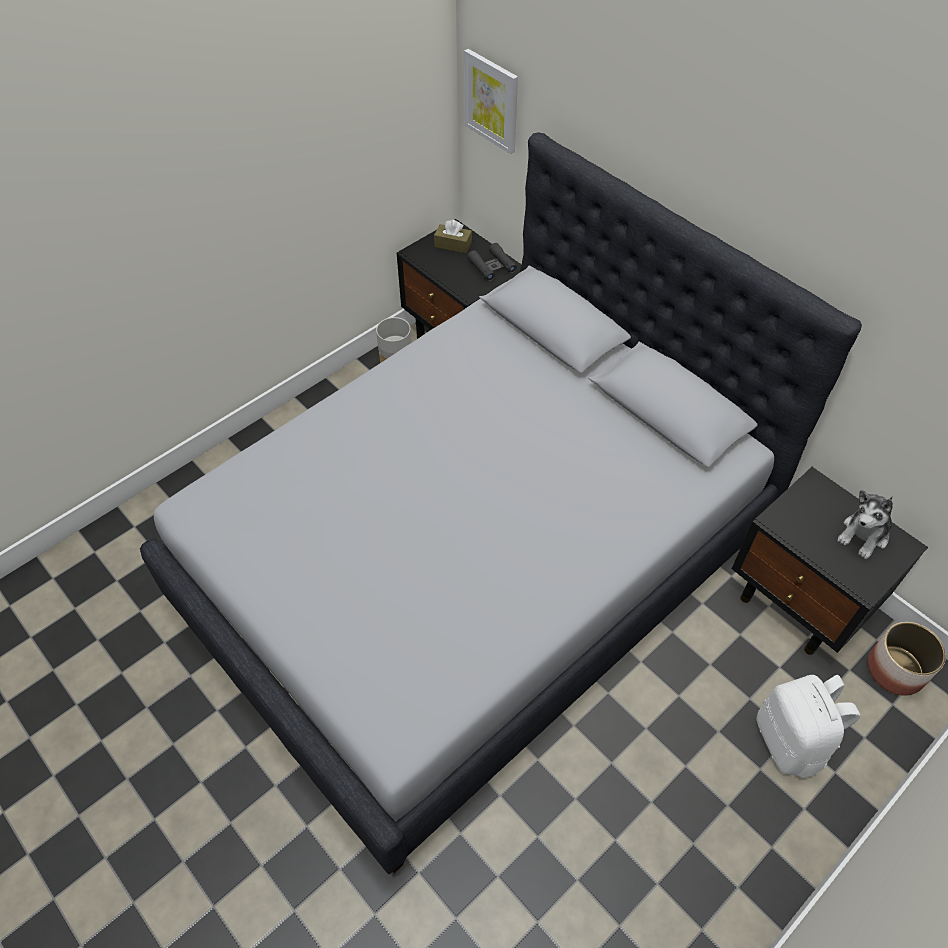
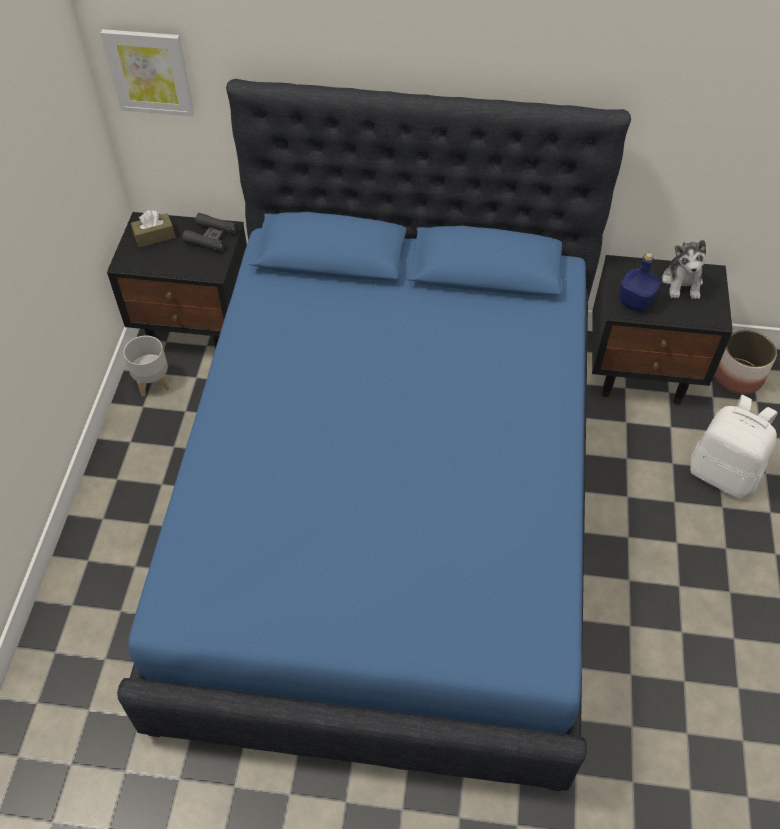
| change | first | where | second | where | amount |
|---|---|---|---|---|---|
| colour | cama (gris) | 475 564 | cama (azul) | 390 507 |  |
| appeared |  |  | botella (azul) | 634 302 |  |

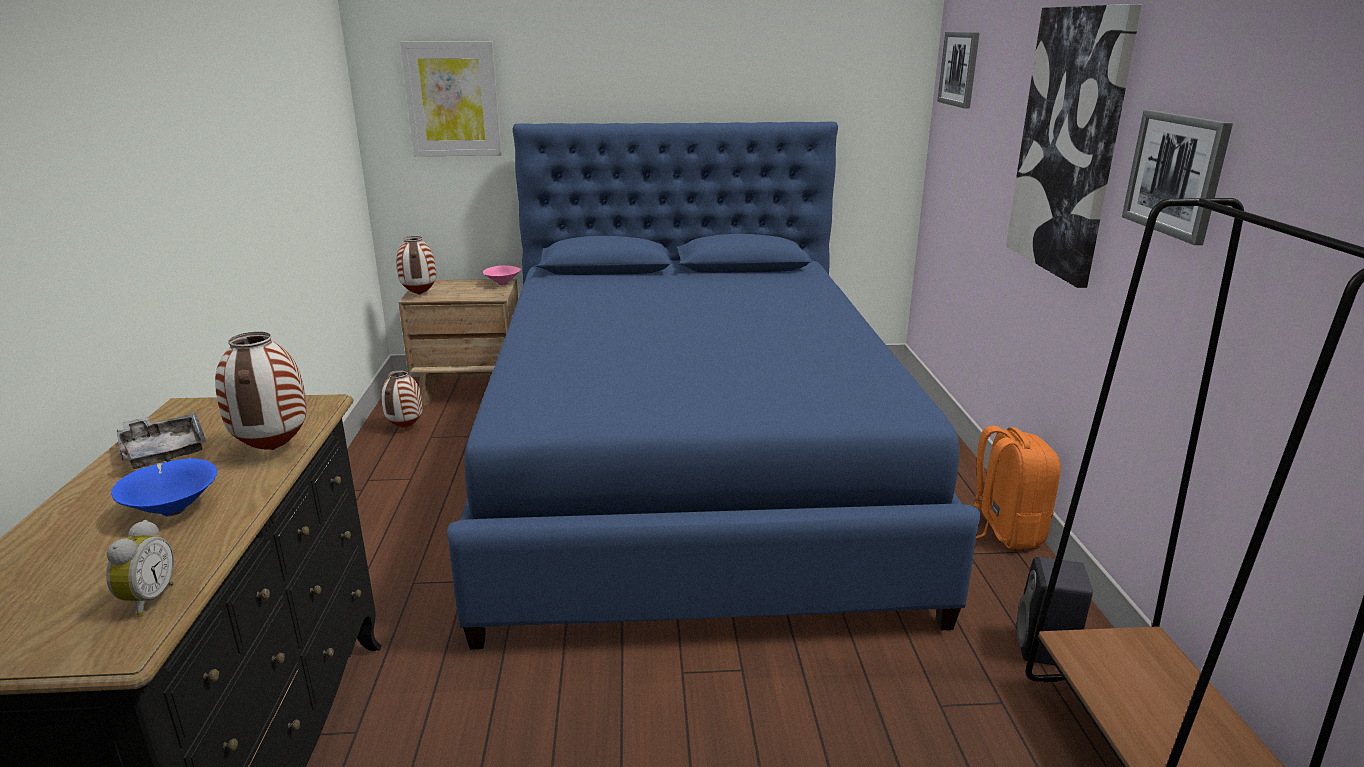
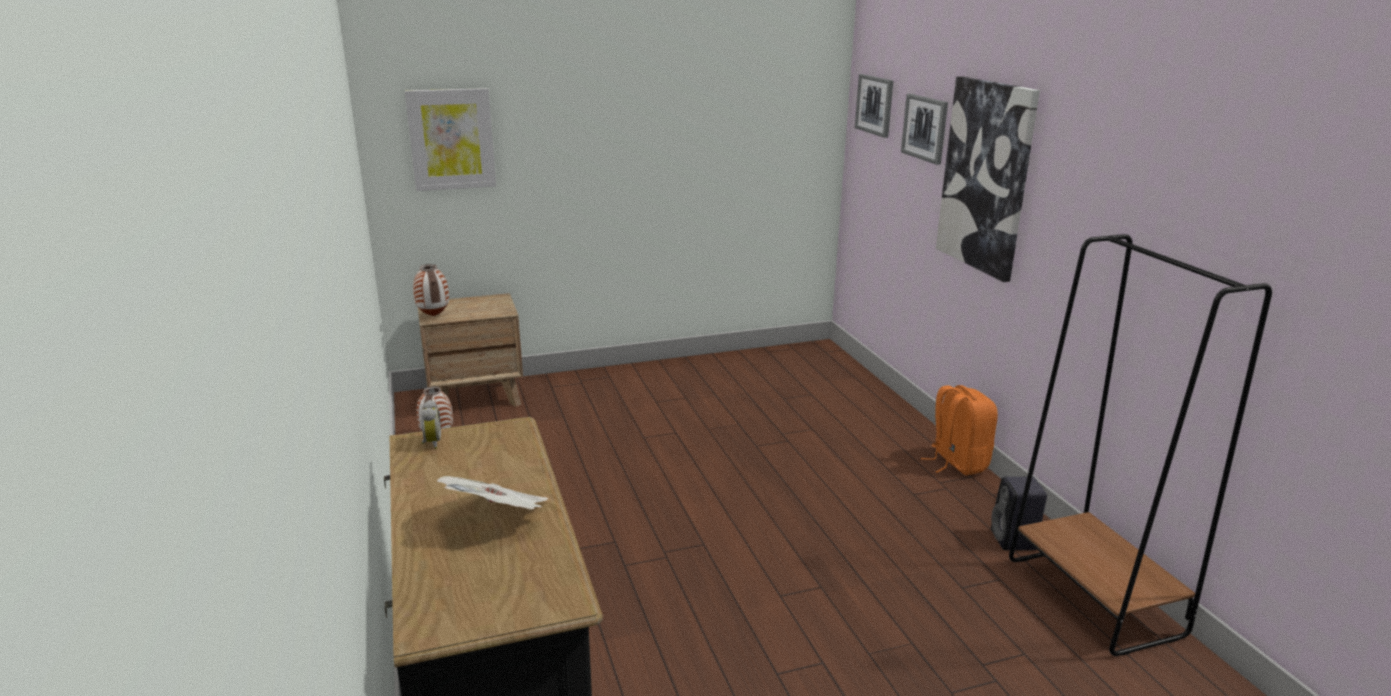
| change | first | where | second | where | amount |
|---|---|---|---|---|---|
| relocated | despertador | 147 600 |  | 431 443 |  |
| exchanged | cuenco (azul) | 173 509 | periódico | 498 516 |  |
| missing | bandeja (gris) | 164 451 |  |  |  |
| missing | florero | 274 450 |  |  |  |
| missing | cama (azul) | 691 469 |  |  |  |
| missing | cuenco (rosa) | 503 284 |  |  |  |
| relocated | cuadro | 1176 174 |  | 925 128 |  |

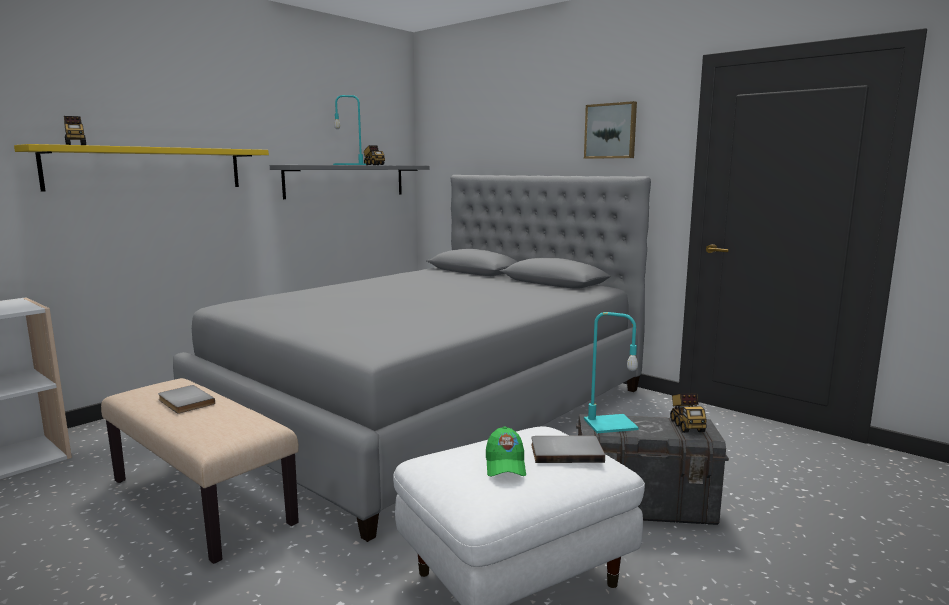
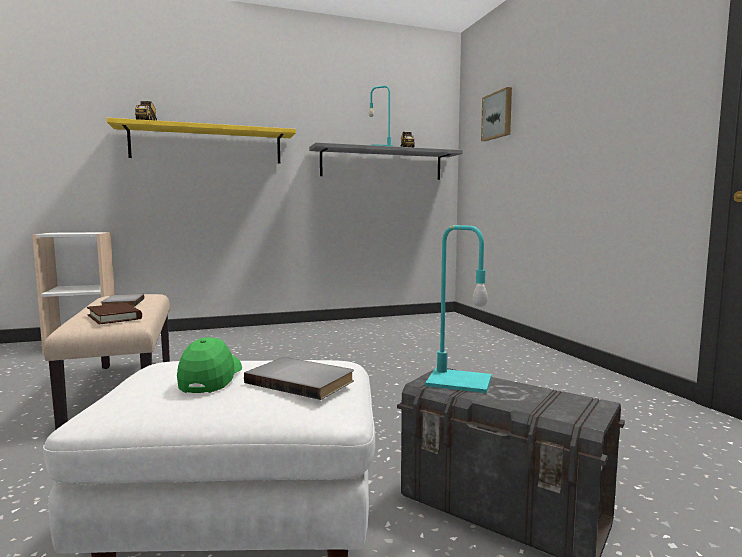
| change | first | where | second | where | amount |
|---|---|---|---|---|---|
| missing | cama (gris) | 431 409 |  |  |  |
| spun | gorra (verde) | 505 465 |  | 211 378 | 150 degrees clockwise |
| relocated | cuadro | 611 131 |  | 498 115 |  |
| missing | camión de juguete | 686 426 |  |  |  |
| appeared |  |  | libro (marrón) | 114 317 |  |

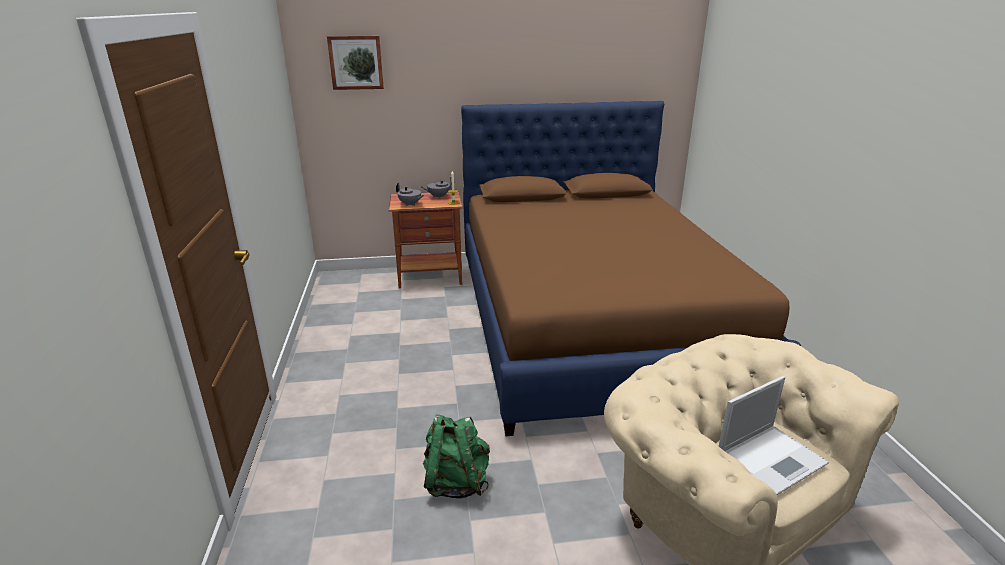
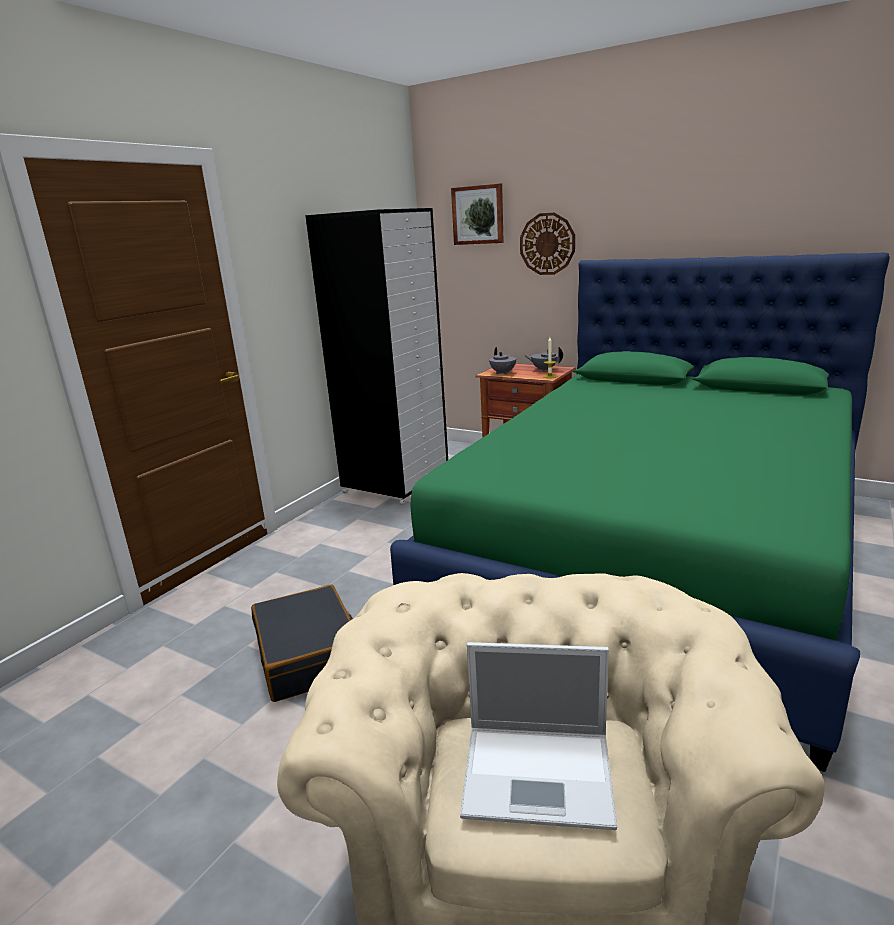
| change | first | where | second | where | amount |
|---|---|---|---|---|---|
| exchanged | mochila (verde) | 456 482 | maleta (negro) | 309 655 |  |
| colour | cama (marrón) | 590 322 | cama (verde) | 656 555 |  |
| appeared |  |  | armario ropero | 396 484 |  |
| appeared |  |  | reloj de pared | 547 244 |  |

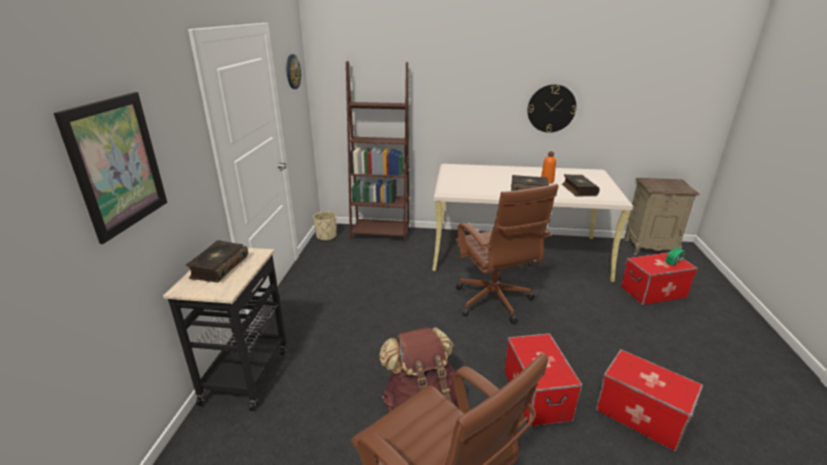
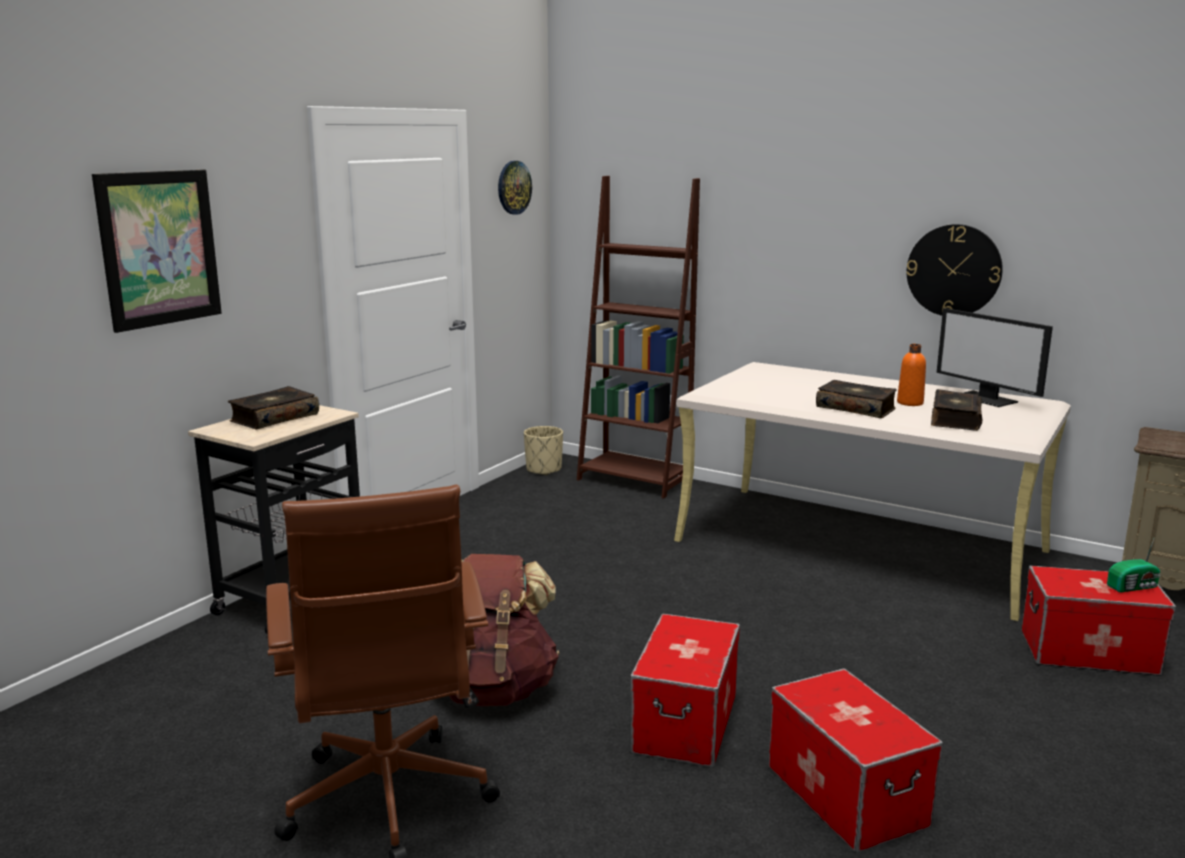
| change | first | where | second | where | amount |
|---|---|---|---|---|---|
| missing | silla de oficina (marrón) | 495 303 |  |  |  |
| appeared |  |  | monitor | 987 399 |  |

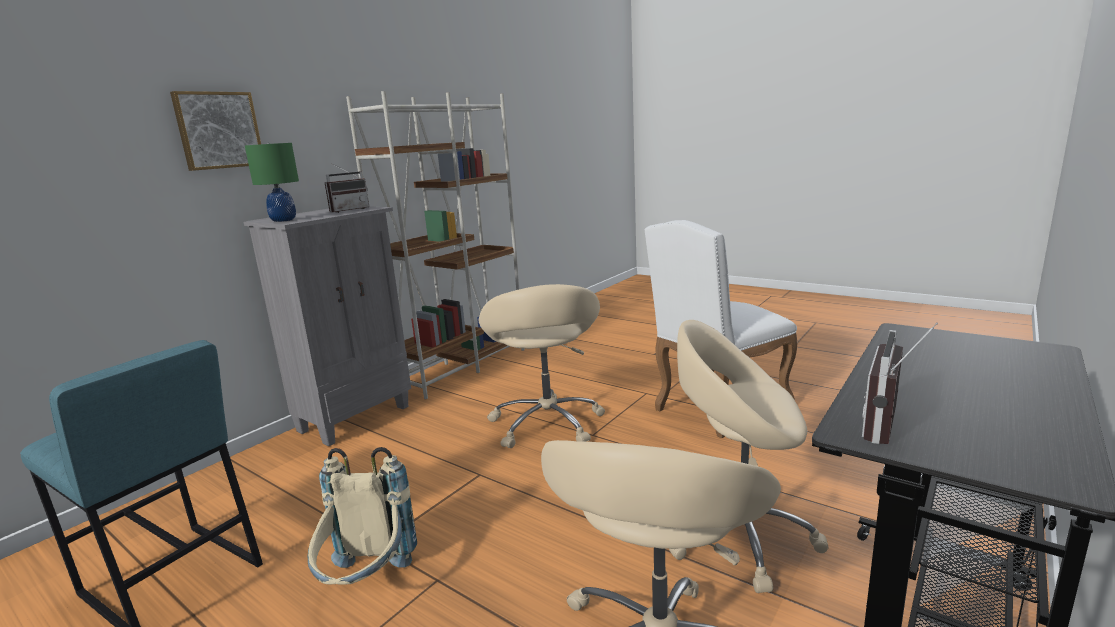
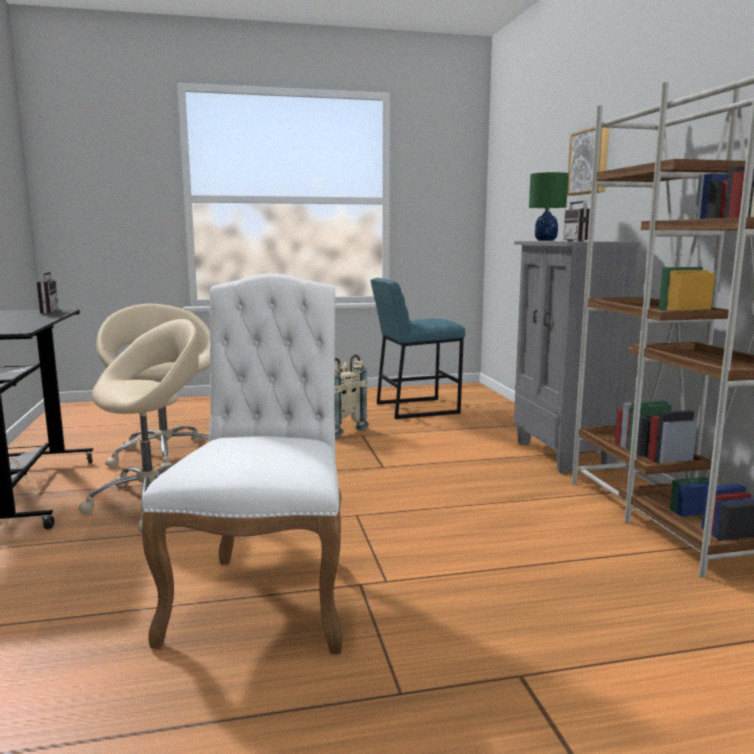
| change | first | where | second | where | amount |
|---|---|---|---|---|---|
| missing | silla de oficina (beis) | 547 425 |  |  |  |

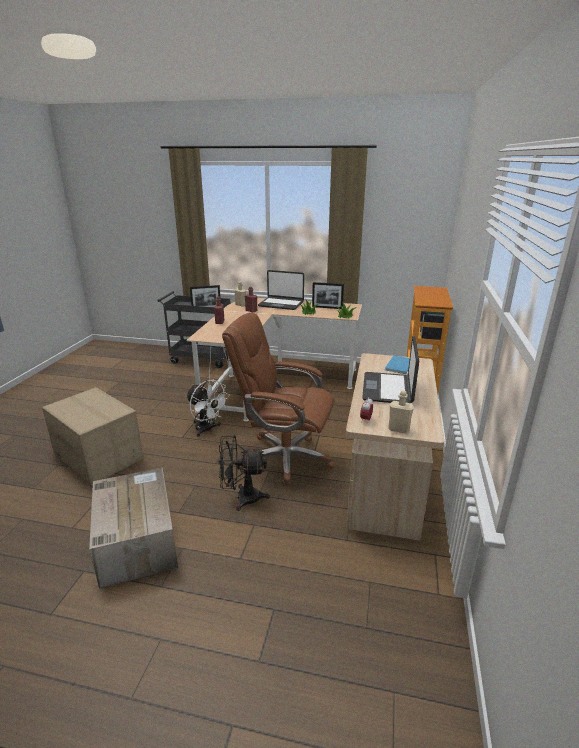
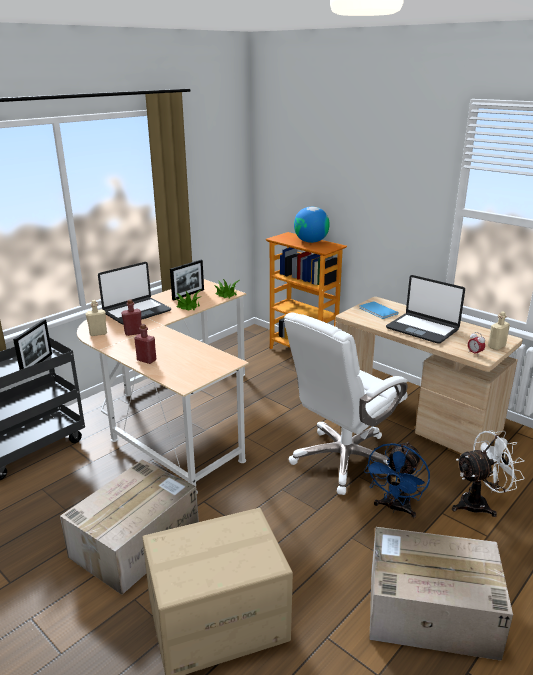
| change | first | where | second | where | amount |
|---|---|---|---|---|---|
| relocated | ventilador (blanco) | 207 429 |  | 479 503 |  |
| colour | ventilador (negro) | 242 498 | ventilador (azul) | 395 508 |  |
| colour | silla de oficina (marrón) | 284 458 | silla de oficina (blanco) | 343 459 |  |
| appeared |  |  | caja de cartón | 136 540 |  |
| appeared |  |  | globo terráqueo | 311 241 |  |

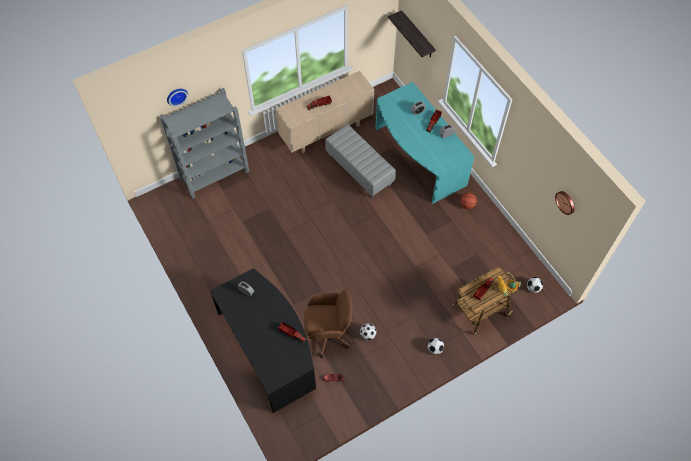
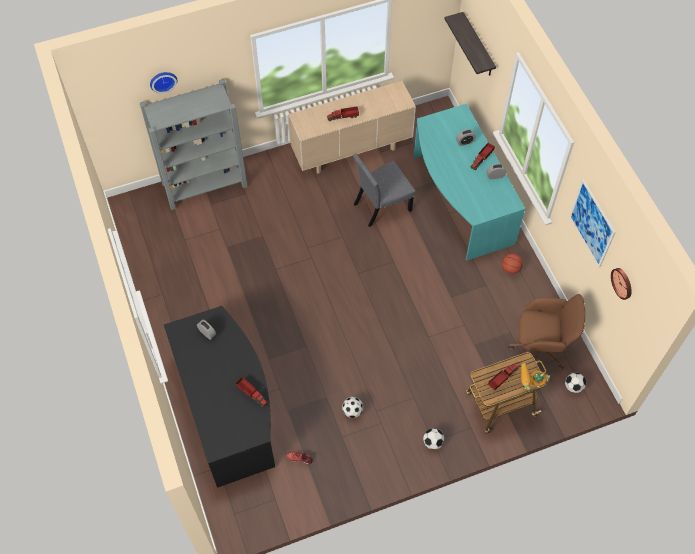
| change | first | where | second | where | amount |
|---|---|---|---|---|---|
| relocated | silla de oficina (marrón) | 328 335 |  | 539 351 |  |
| exchanged | puf (gris) | 359 170 | silla (gris) | 382 205 |  |
| appeared |  |  | cuadro | 592 223 |  |

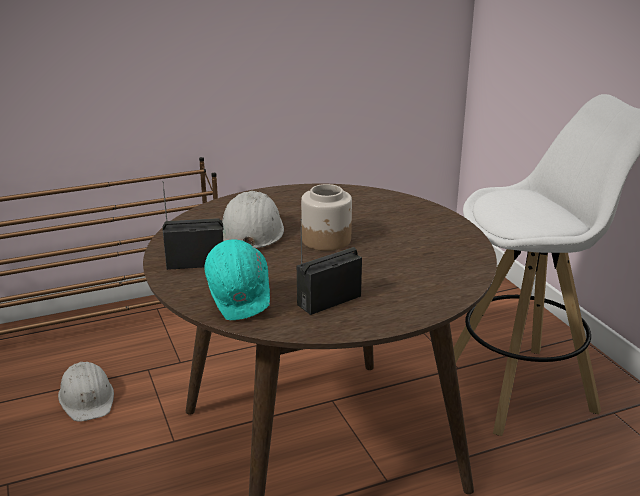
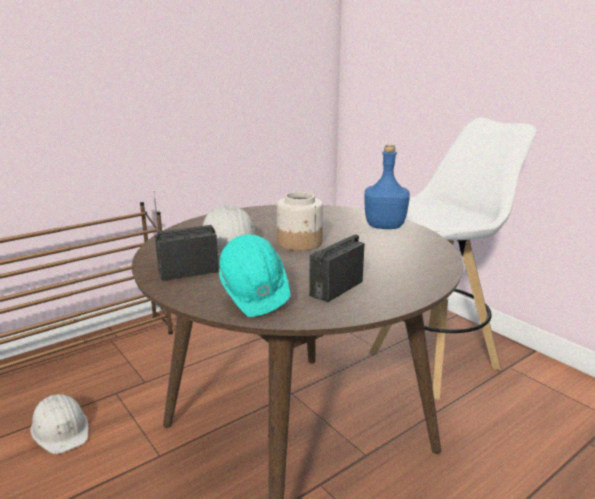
| change | first | where | second | where | amount |
|---|---|---|---|---|---|
| appeared |  |  | botella (azul) | 385 226 |  |

